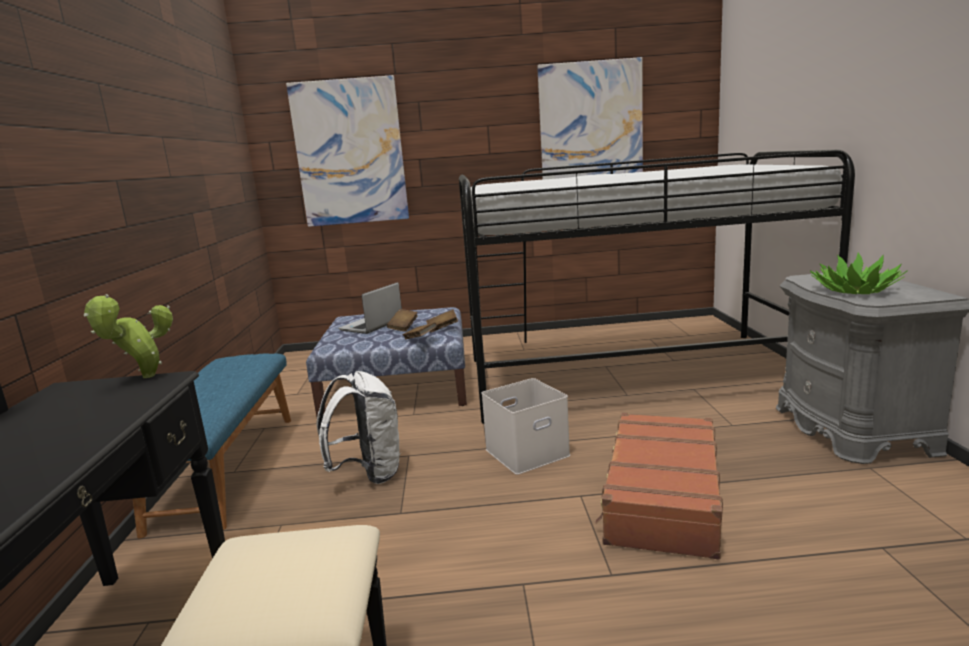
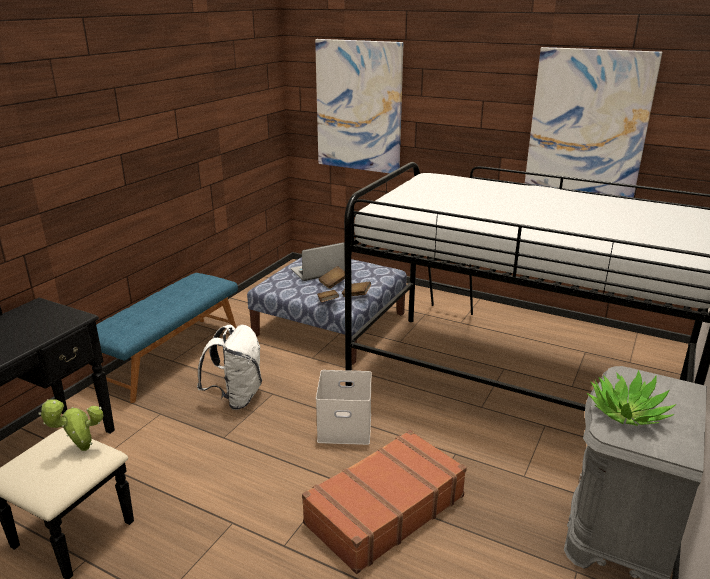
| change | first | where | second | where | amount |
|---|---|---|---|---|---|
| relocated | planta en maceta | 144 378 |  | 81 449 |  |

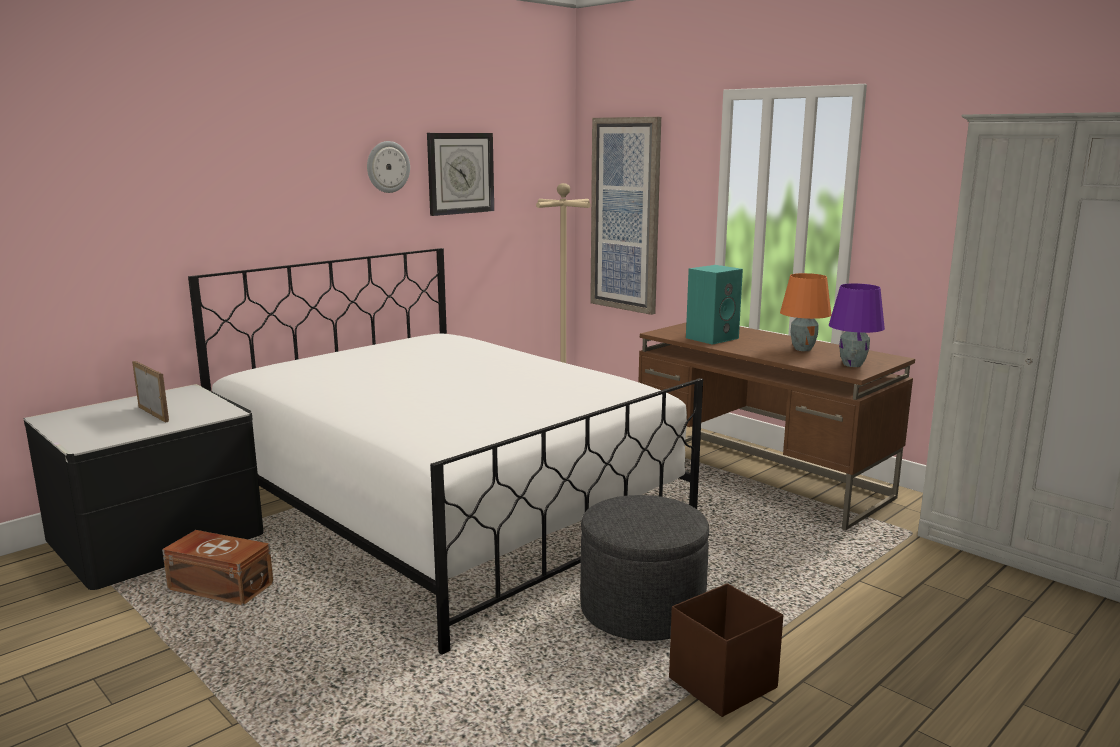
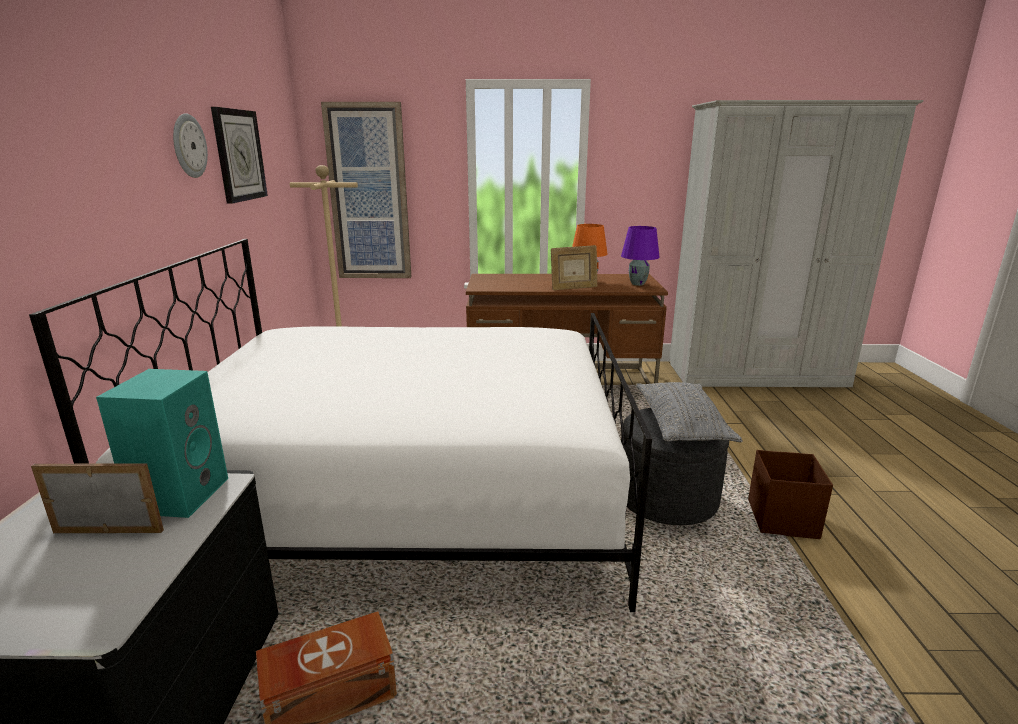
| change | first | where | second | where | amount |
|---|---|---|---|---|---|
| relocated | altavoz (turquesa) | 712 338 |  | 180 494 |  |
| appeared |  |  | portarretratos | 573 288 |  |
| appeared |  |  | cojín (gris) | 682 425 |  |

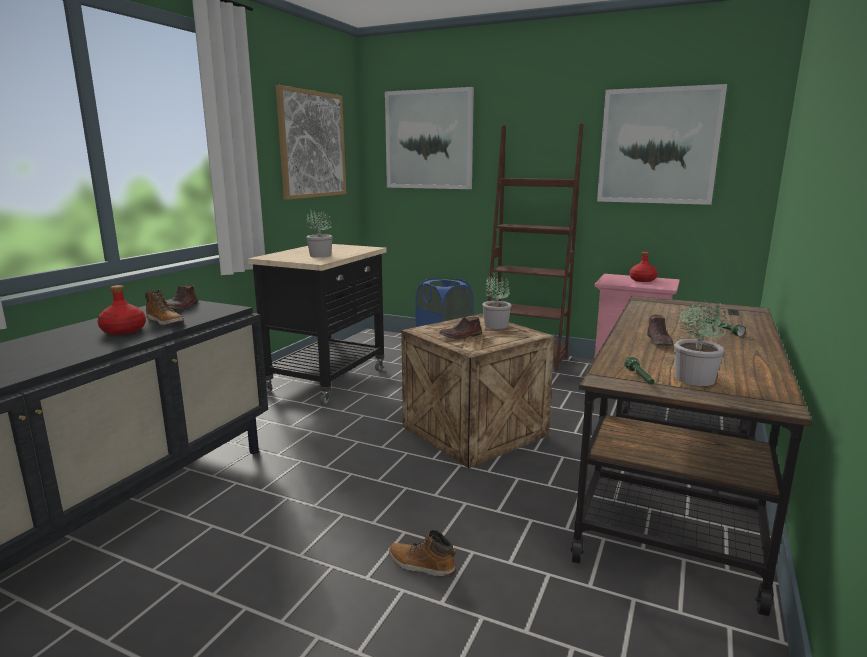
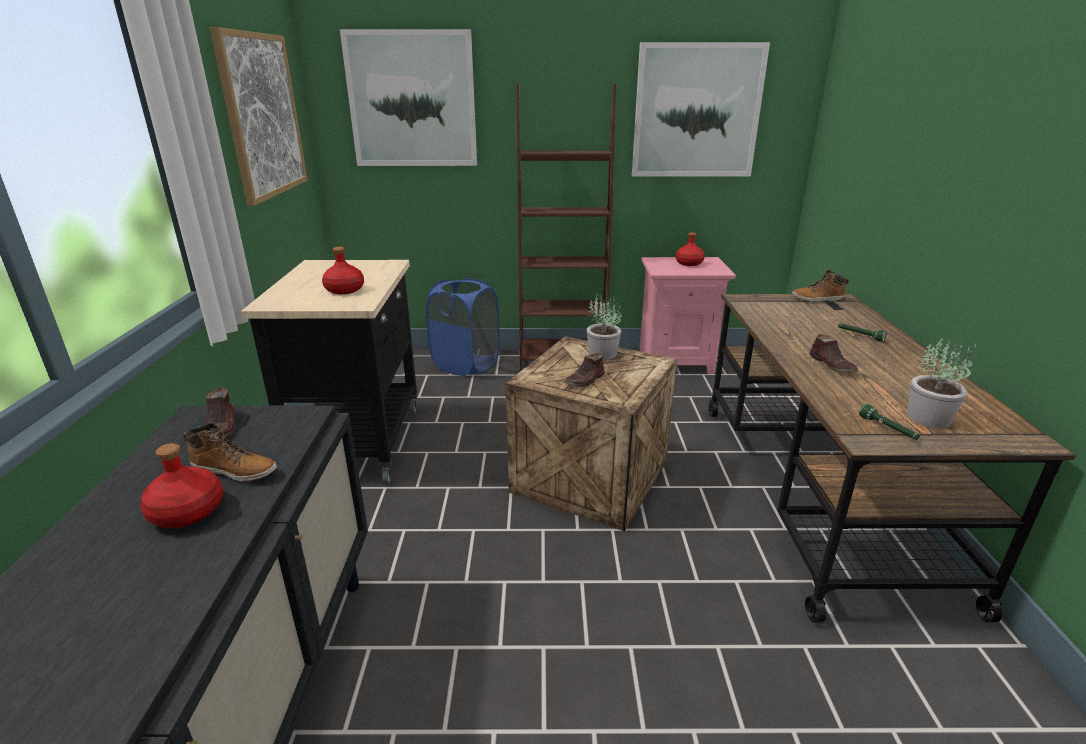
| change | first | where | second | where | amount |
|---|---|---|---|---|---|
| exchanged | planta en maceta | 320 255 | botella (rojo) | 344 290 |  |
| relocated | bota | 421 565 |  | 818 299 |  |

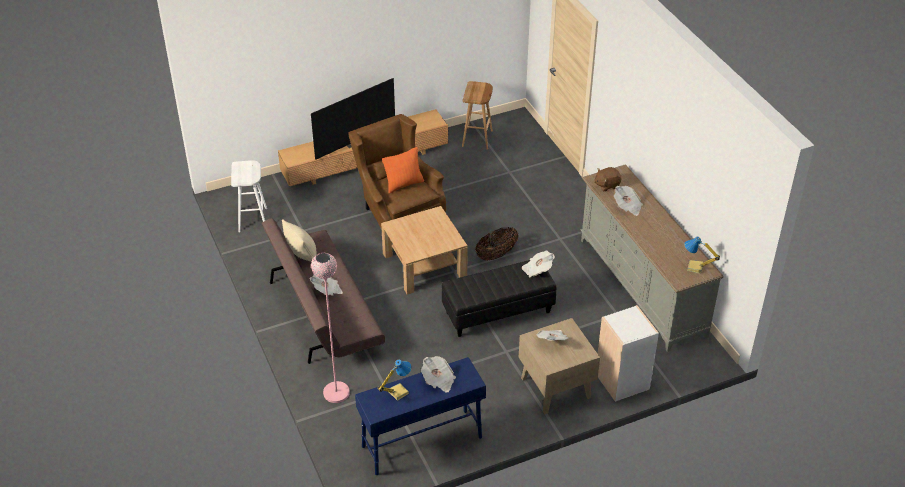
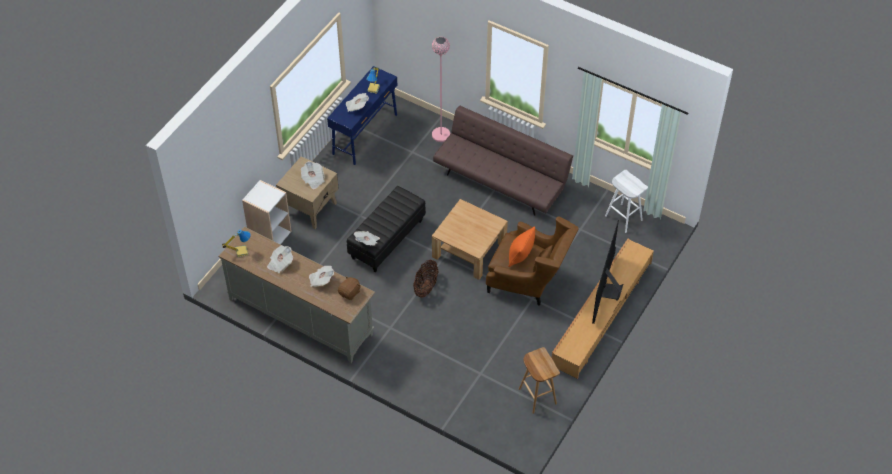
| change | first | where | second | where | amount |
|---|---|---|---|---|---|
| missing | cojín (beis) | 302 255 |  |  |  |
| relocated | periódico | 327 290 |  | 280 263 |  |

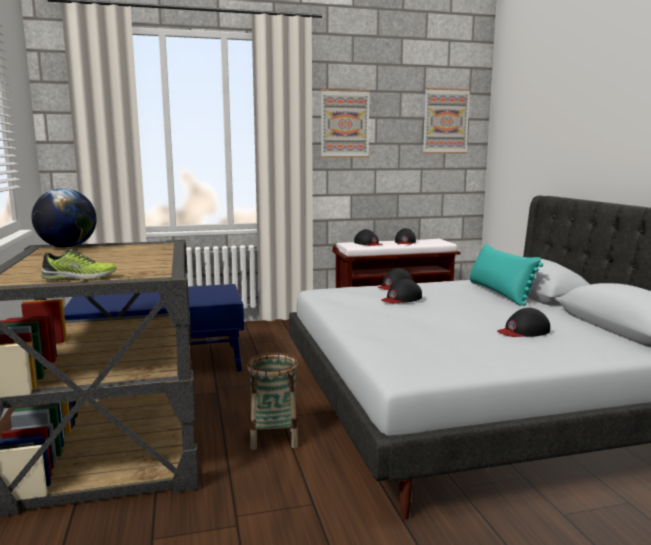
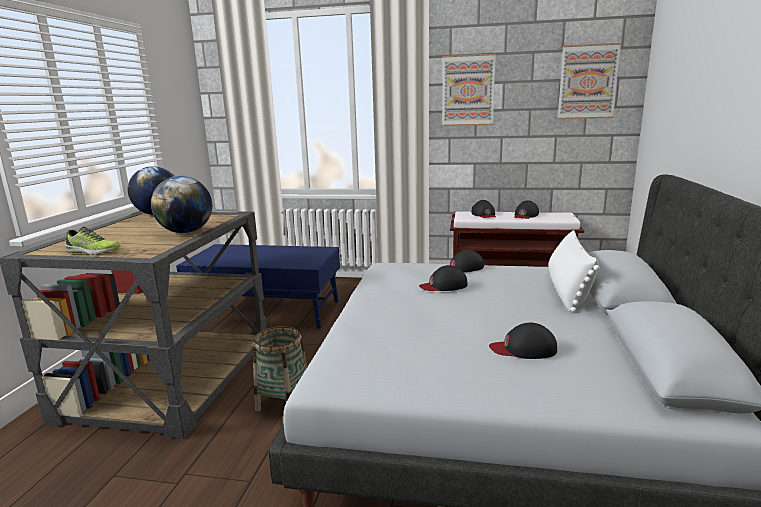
| change | first | where | second | where | amount |
|---|---|---|---|---|---|
| colour | cojín (turquesa) | 499 293 | cojín (blanco) | 568 290 |  |
| appeared |  |  | globo terráqueo | 186 232 |  |

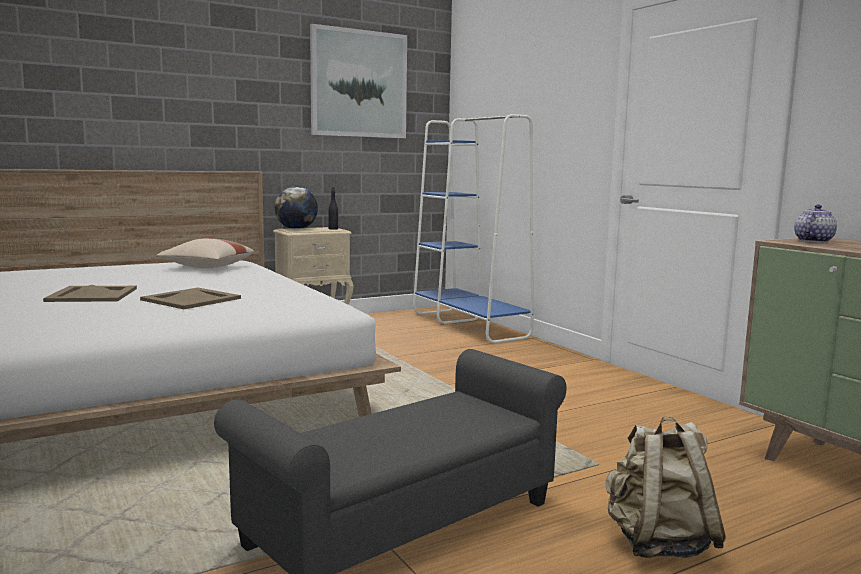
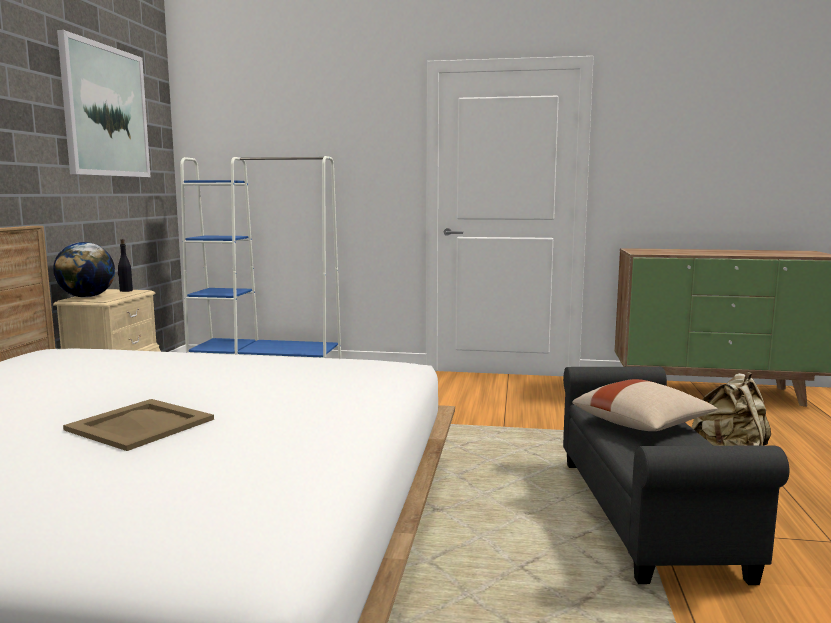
| change | first | where | second | where | amount |
|---|---|---|---|---|---|
| missing | bandeja (beis) | 192 299 |  |  |  |
| relocated | cojín (beis) | 206 267 |  | 642 425 |  |
| missing | tetera | 813 241 |  |  |  |

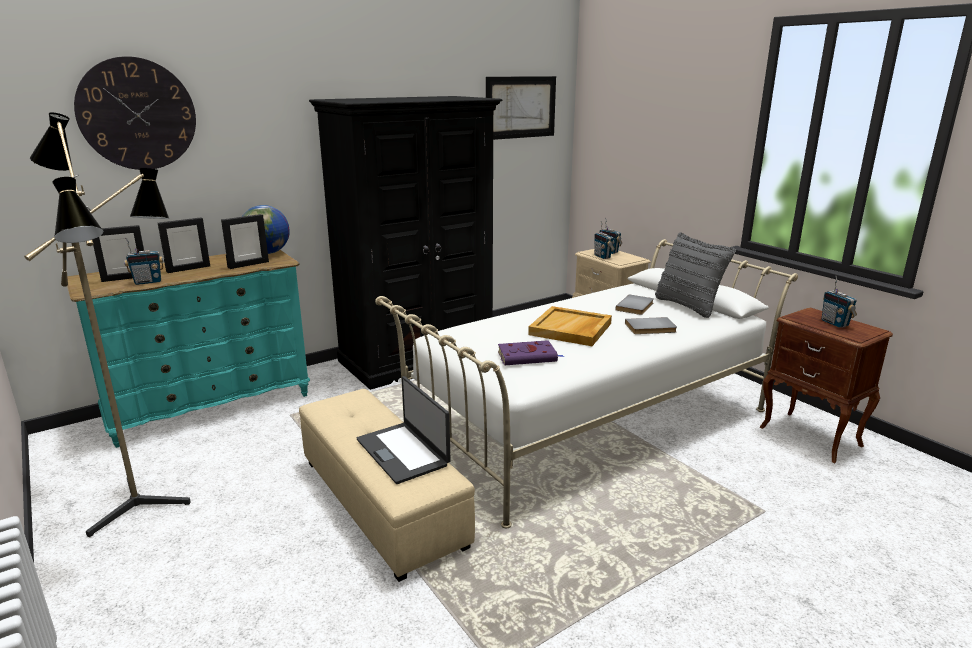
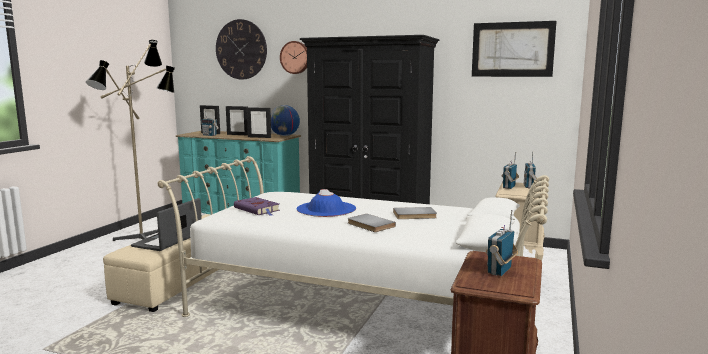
| change | first | where | second | where | amount |
|---|---|---|---|---|---|
| exchanged | bandeja (beis) | 571 329 | sombrero (azul) | 326 209 |  |
| missing | cojín (gris) | 689 306 |  |  |  |
| appeared |  |  | reloj de pared | 295 57 |  |

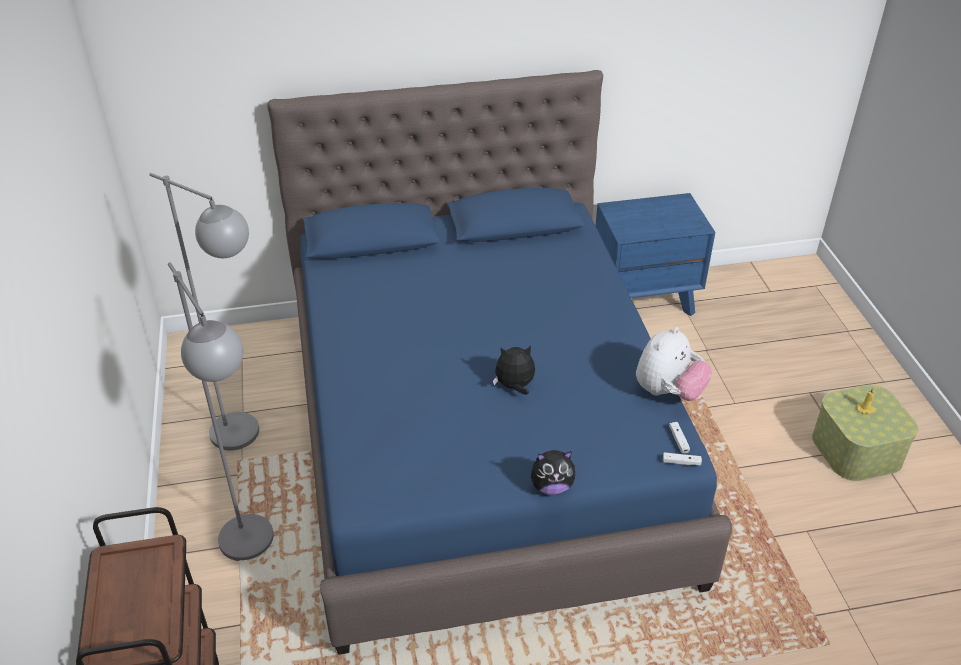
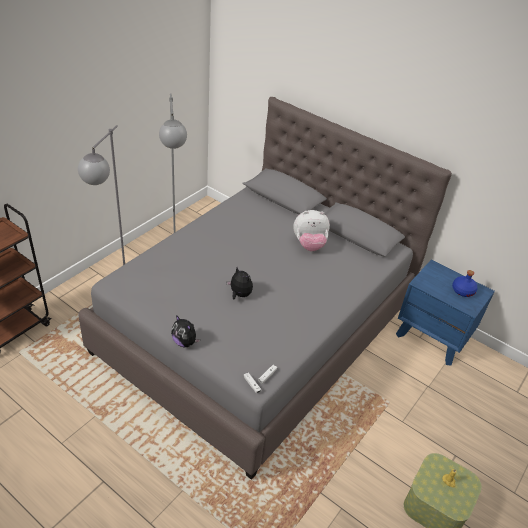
| change | first | where | second | where | amount |
|---|---|---|---|---|---|
| colour | cama (azul) | 480 438 | cama (gris) | 258 328 |  |
| relocated | peluche | 668 392 |  | 309 245 |  |
| appeared |  |  | botella (azul) | 462 290 |  |

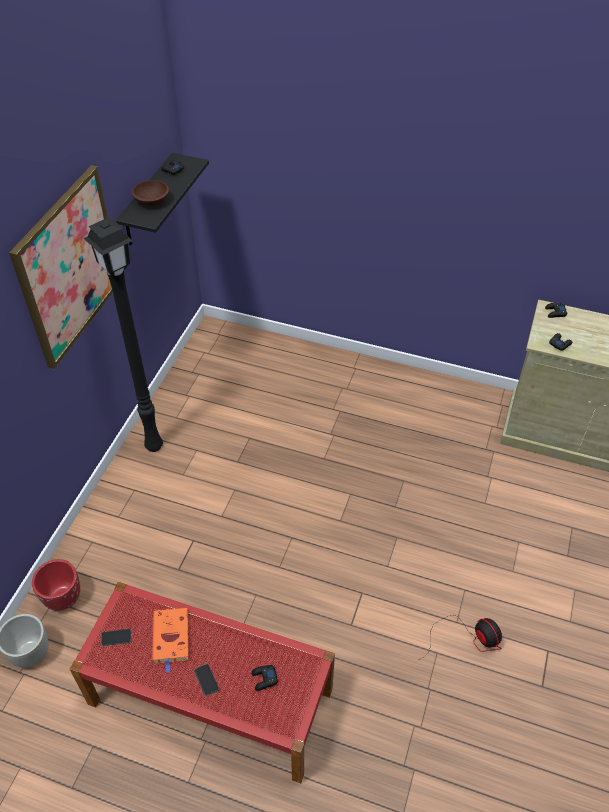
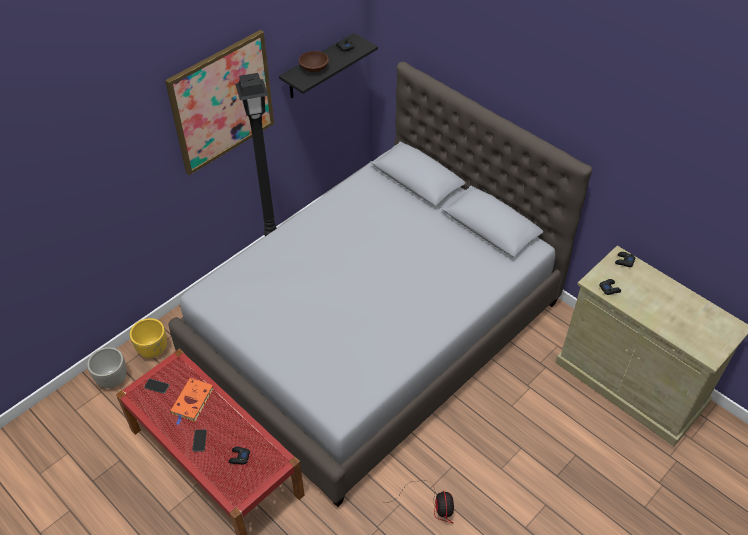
| change | first | where | second | where | amount |
|---|---|---|---|---|---|
| colour | maceta (rojo) | 62 598 | maceta (amarillo) | 153 350 |  |
| appeared |  |  | cama (gris) | 375 331 |  |

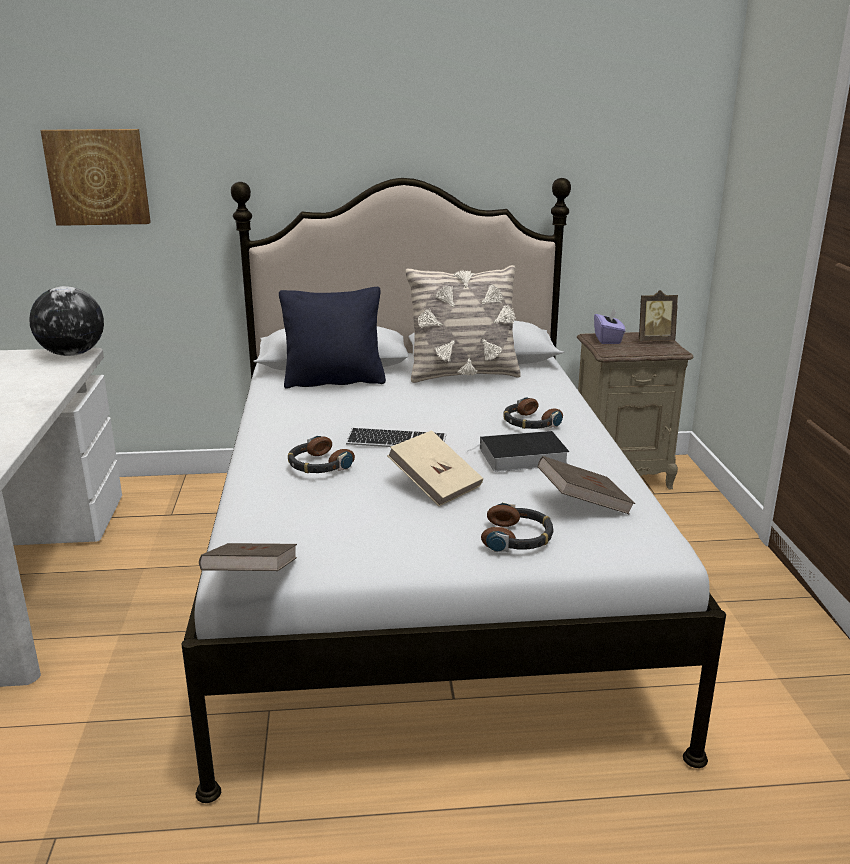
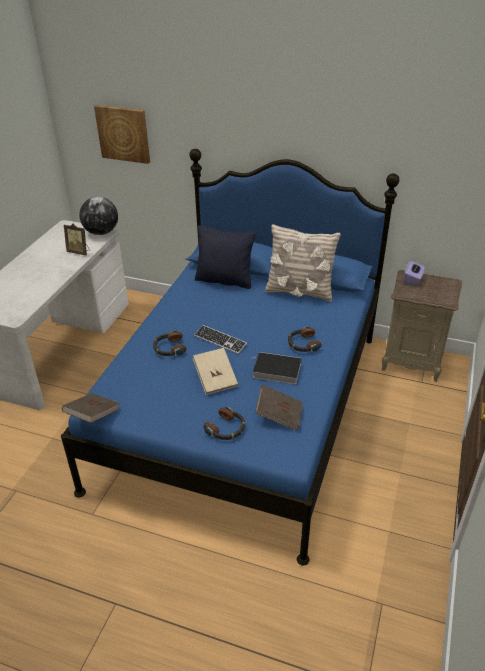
| change | first | where | second | where | amount |
|---|---|---|---|---|---|
| colour | cama (blanco) | 425 583 | cama (azul) | 244 407 |  |
| relocated | portarretratos | 654 340 |  | 79 252 |  |

